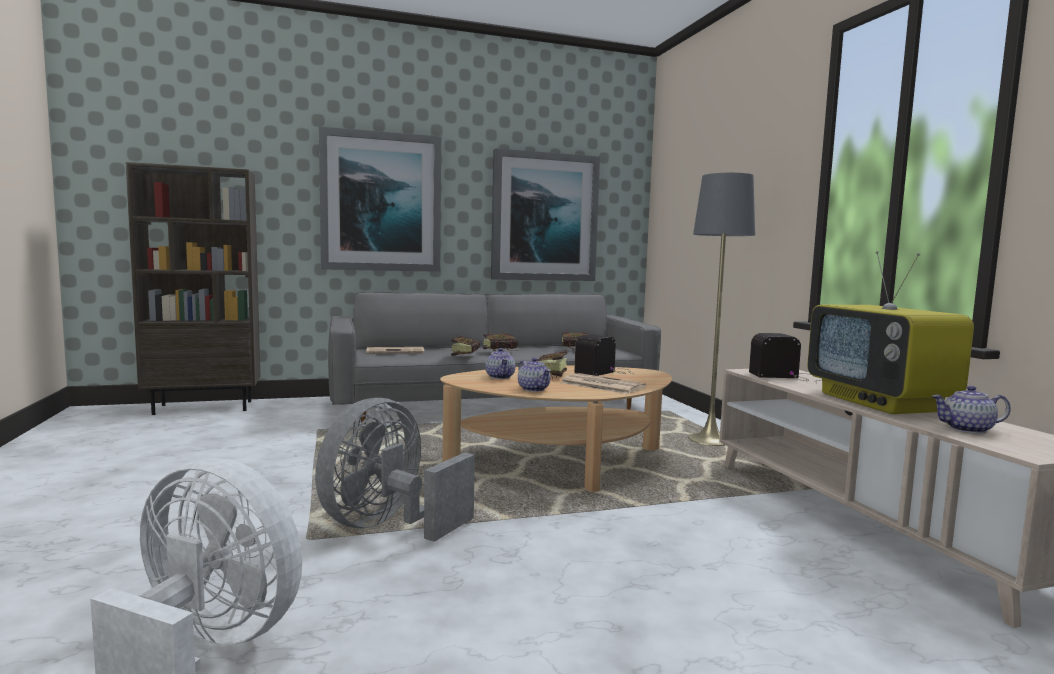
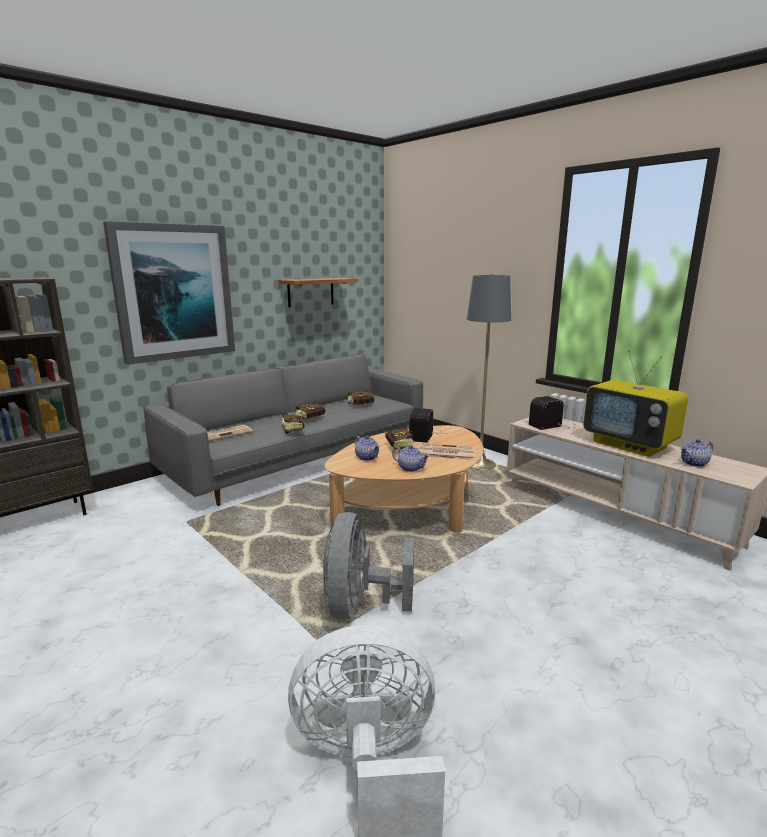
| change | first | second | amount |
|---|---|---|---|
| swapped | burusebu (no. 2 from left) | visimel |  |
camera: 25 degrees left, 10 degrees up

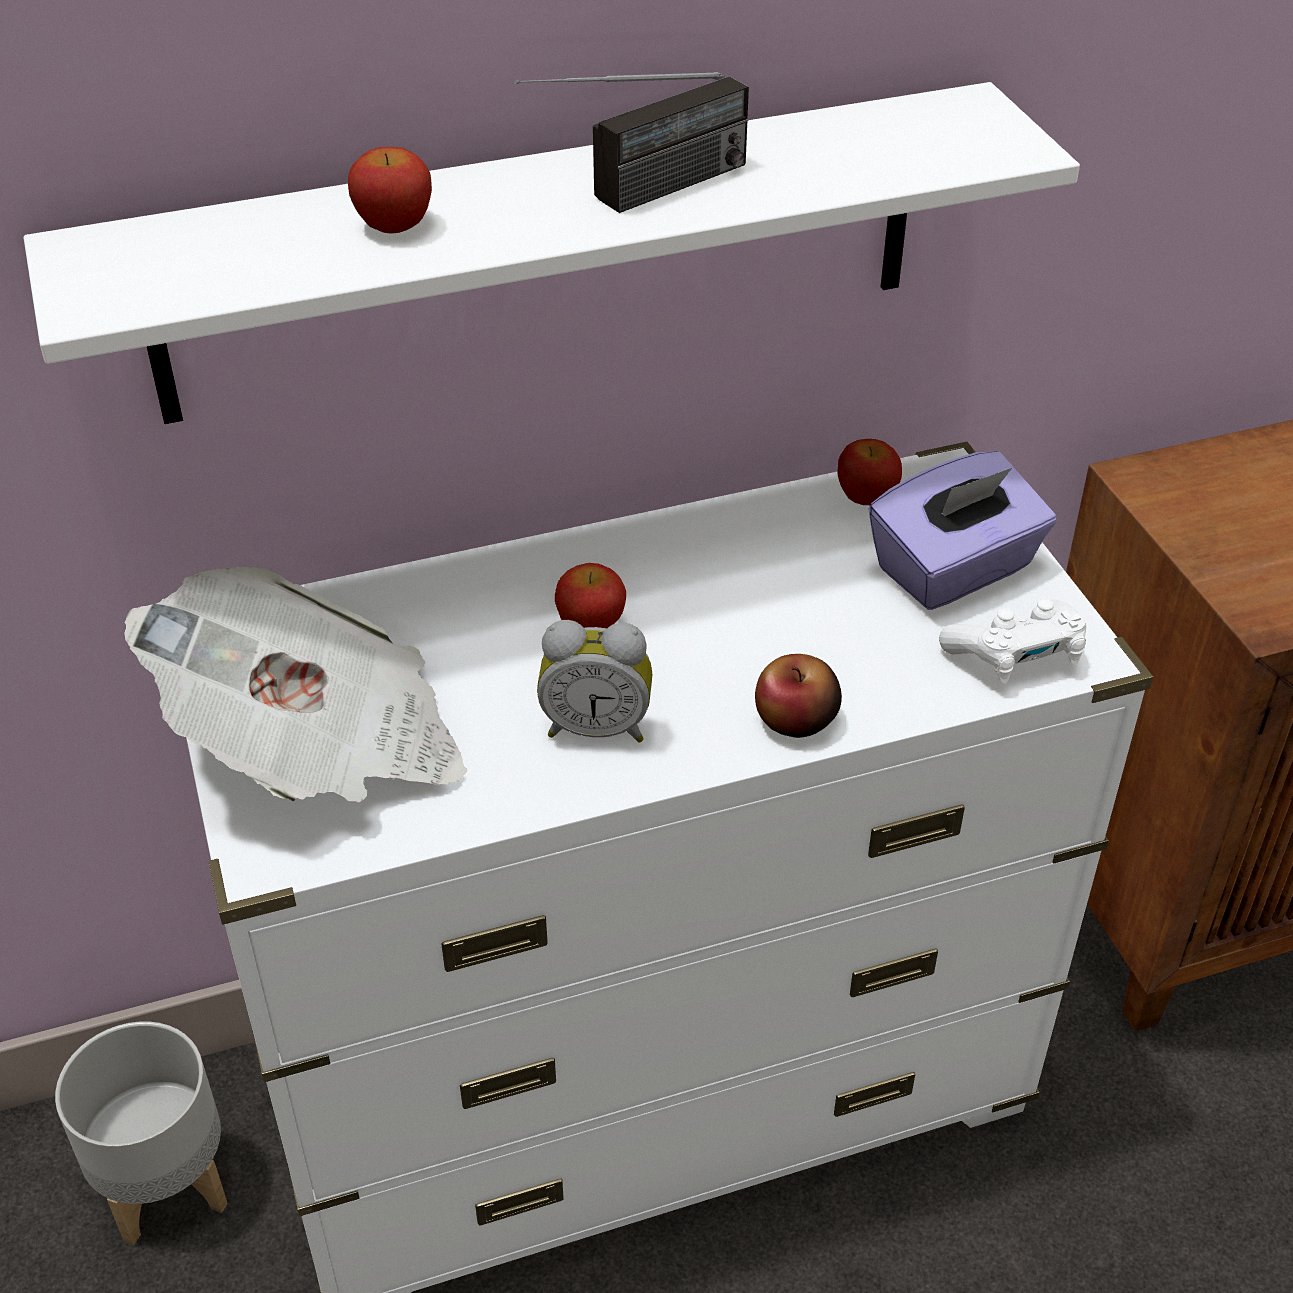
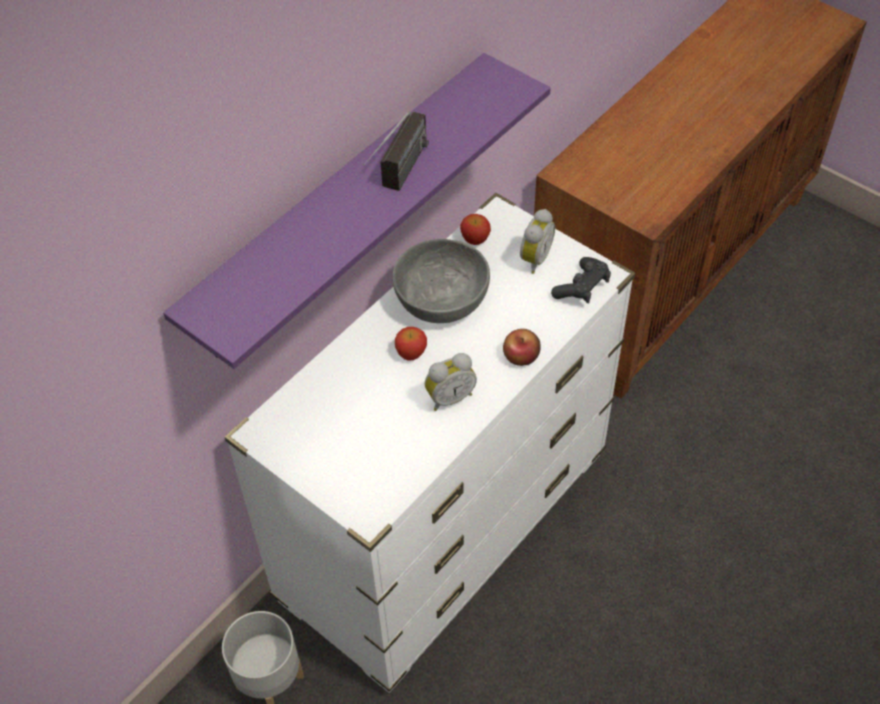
| change | first | second | amount |
|---|---|---|---|
| repainted | white visimel | purple visimel |  |
| gone | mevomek (no. 1 from left) |  |  |
| swapped | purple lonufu | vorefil (no. 2 from left) |  |
| gone | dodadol |  |  |
| repainted | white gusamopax | black gusamopax |  |
| new |  | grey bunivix |  |
camera: 30 degrees left, 10 degrees up

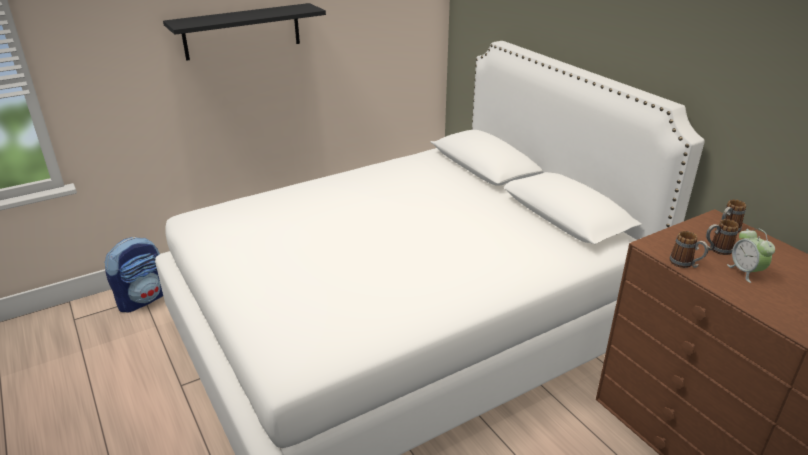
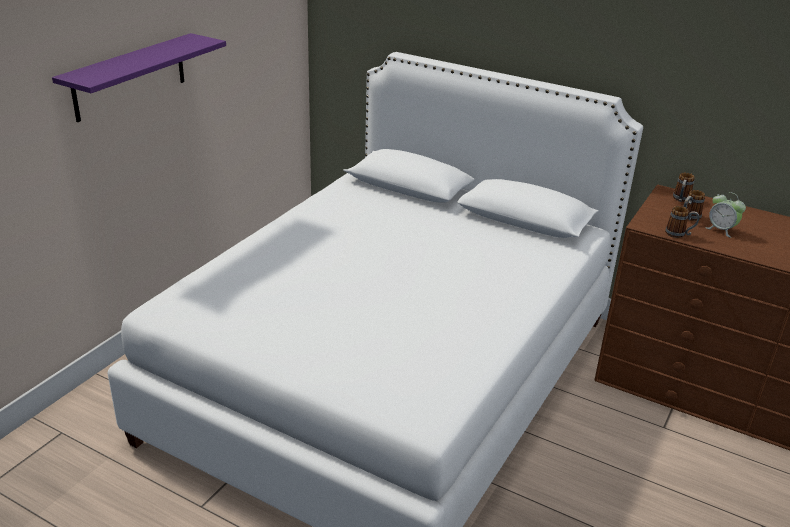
| change | first | second | amount |
|---|---|---|---|
| repainted | black visimel | purple visimel |  |
| gone | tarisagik |  |  |
camera: 30 degrees left, 0 degrees up

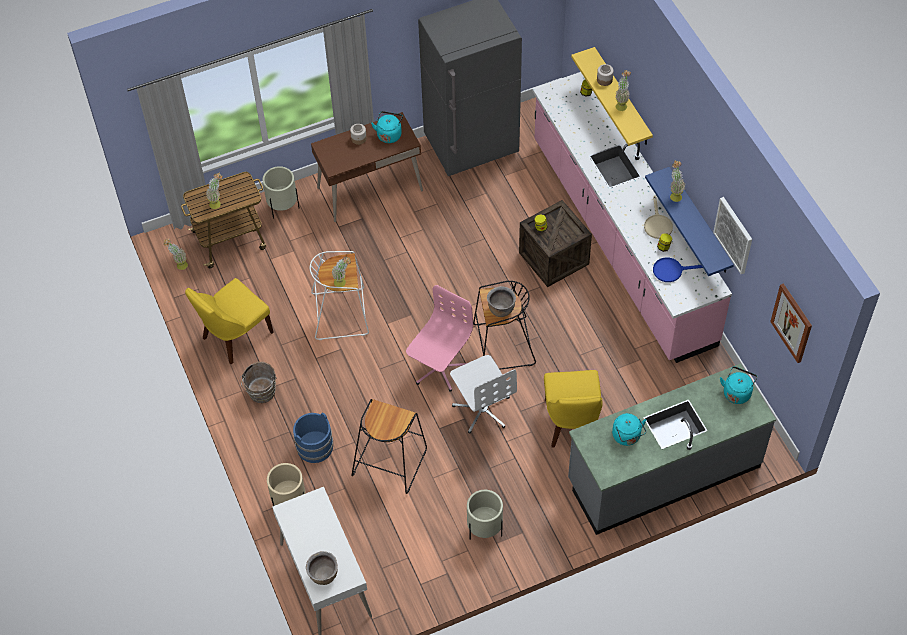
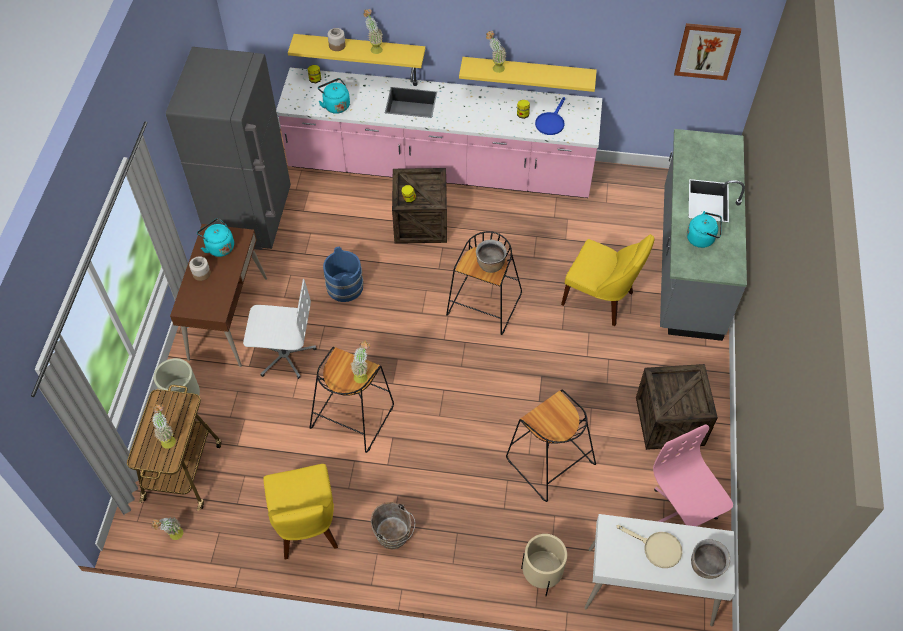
| change | first | second | amount |
|---|---|---|---|
| repainted | blue visimel | yellow visimel (no. 2 from left) |  |
| shifted | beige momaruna |  |  |
| gone | burusebu (no. 1 from left) |  |  |
| repainted | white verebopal | black verebopal (no. 1 from left) |  |
| shifted | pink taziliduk |  |  |
| shifted | white taziliduk |  |  |
| shifted | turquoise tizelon (no. 3 from left in the first image) | turquoise tizelon (no. 2 from left) |  |
| shifted | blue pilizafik |  |  |
| swapped | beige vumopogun (no. 3 from left) | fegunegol (no. 2 from left) |  |
camera: 60 degrees left, 0 degrees up

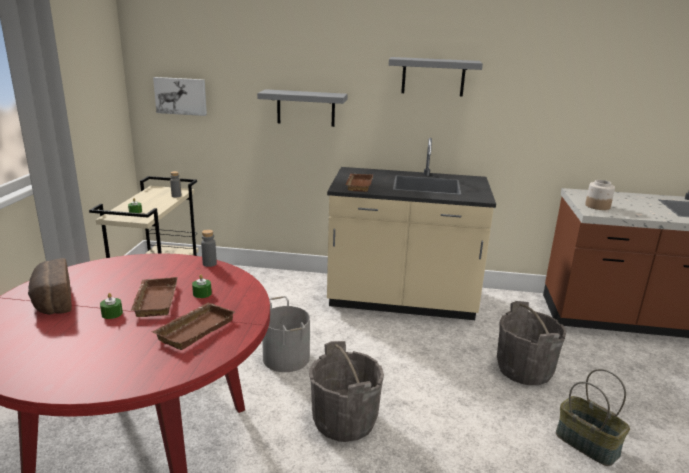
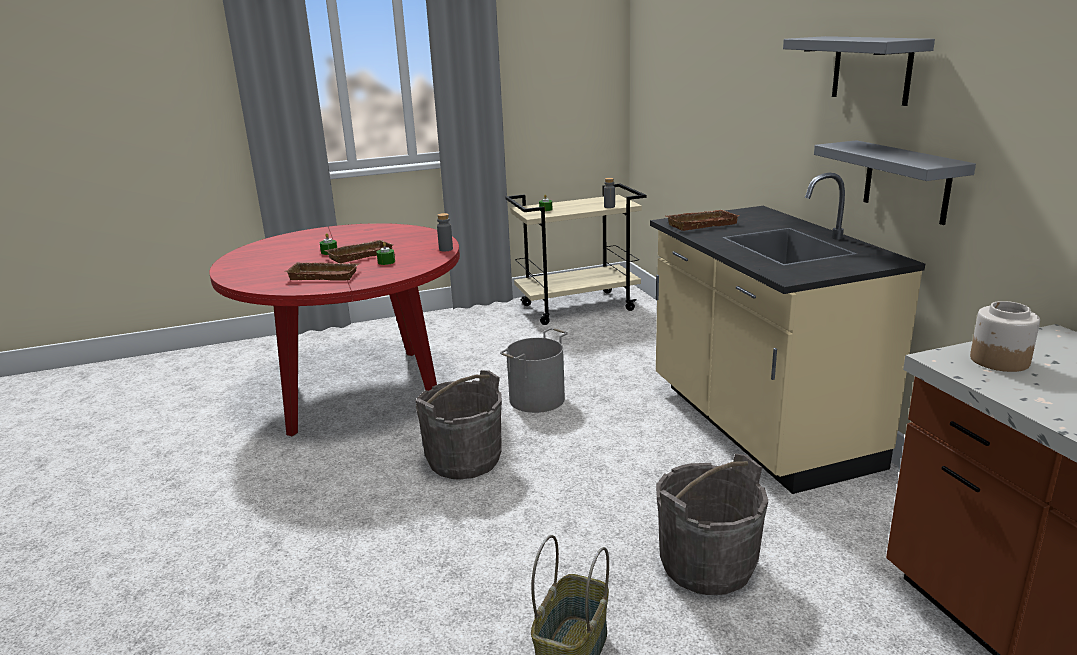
| change | first | second | amount |
|---|---|---|---|
| gone | burusebu |  |  |
| shifted | grey visimel (no. 1 from left in the first image) | grey visimel (no. 2 from left) |  |
| gone | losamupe |  |  |
camera: 65 degrees right, 0 degrees up

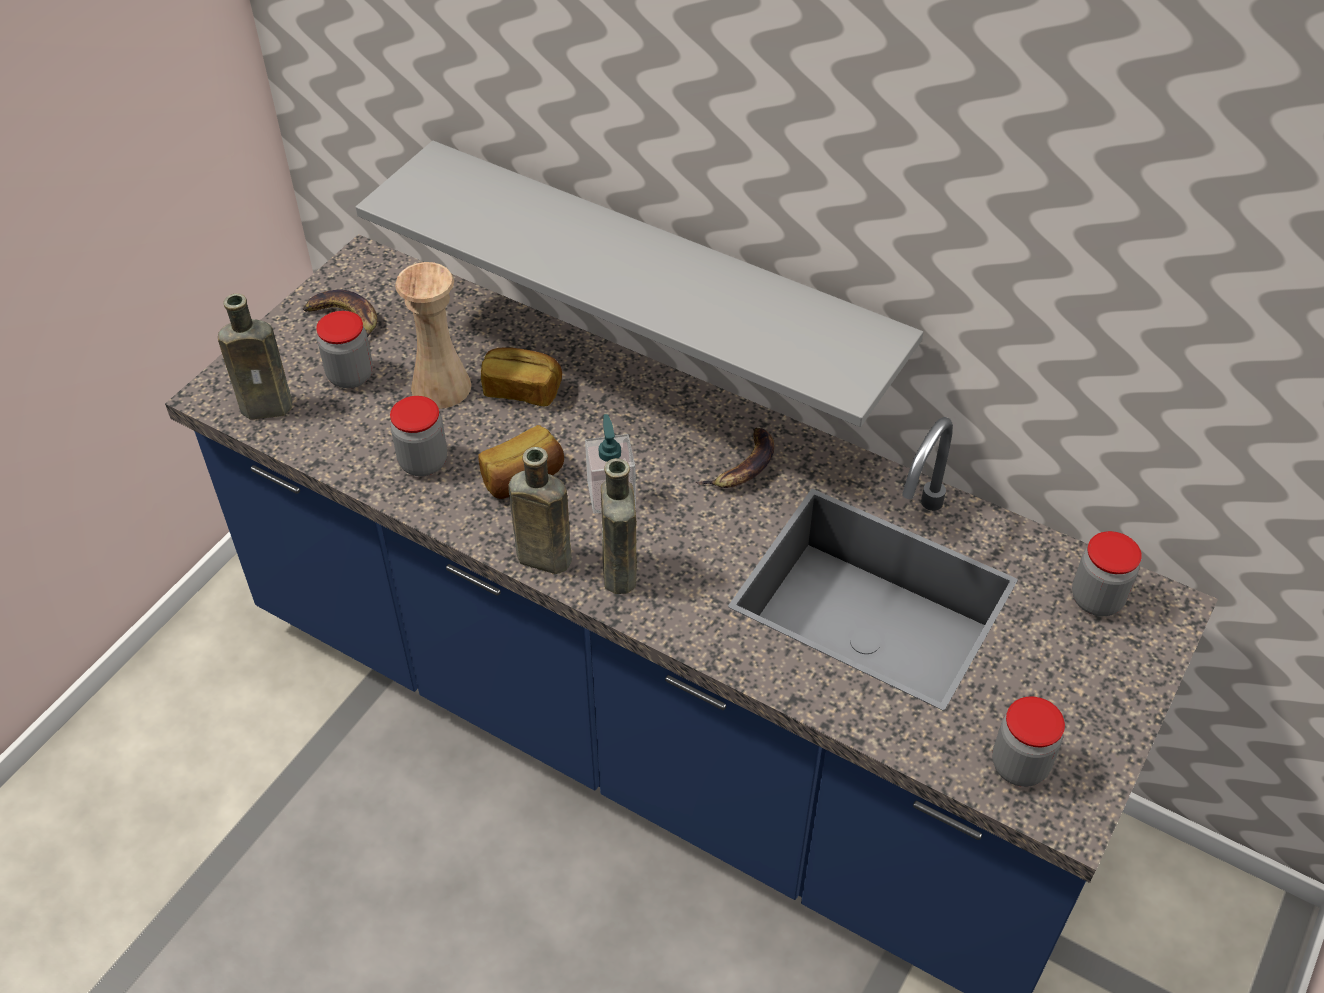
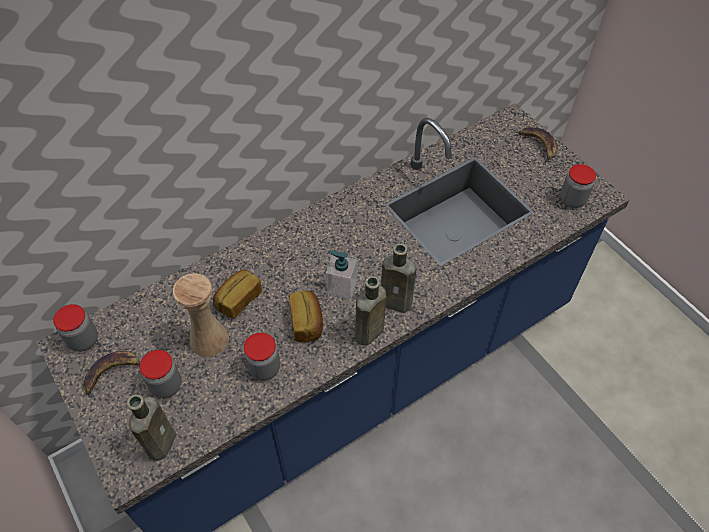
| change | first | second | amount |
|---|---|---|---|
| gone | grey visimel |  |  |
| shifted | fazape (no. 2 from left) |  |  |
| shifted | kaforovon (no. 4 from left in the first image) | kaforovon (no. 1 from left) |  |
camera: 65 degrees left, 5 degrees up

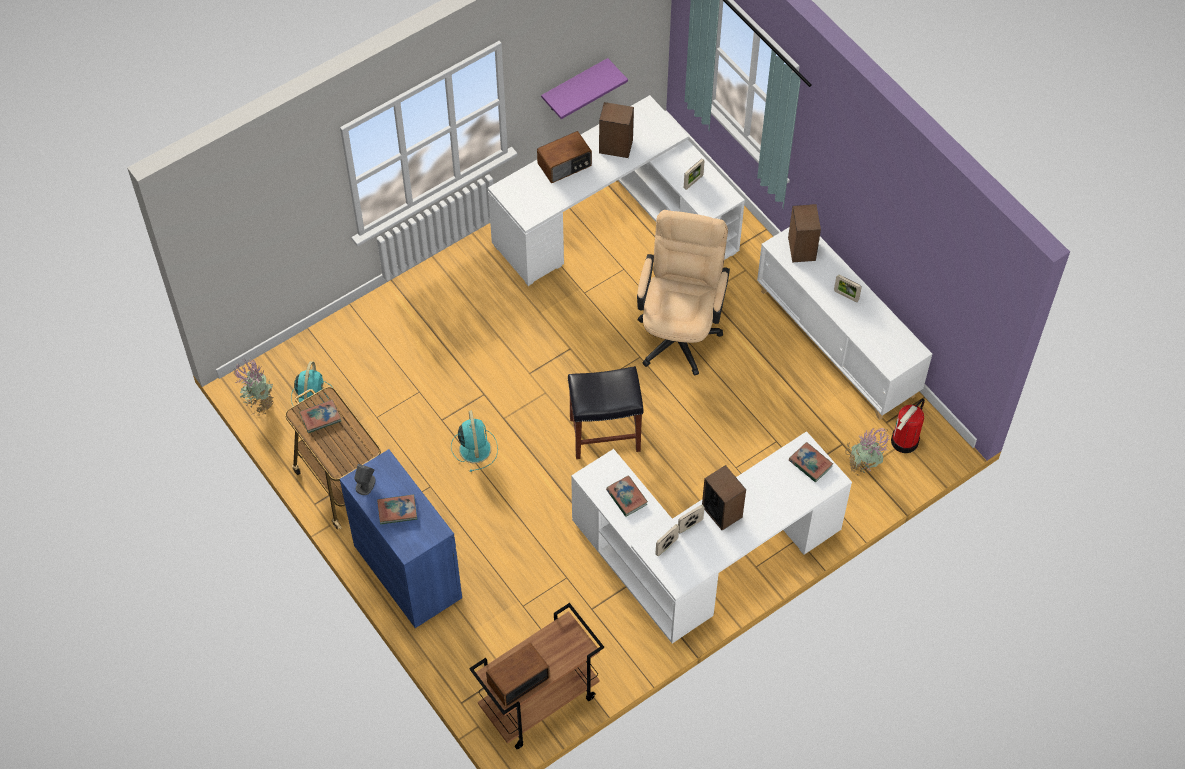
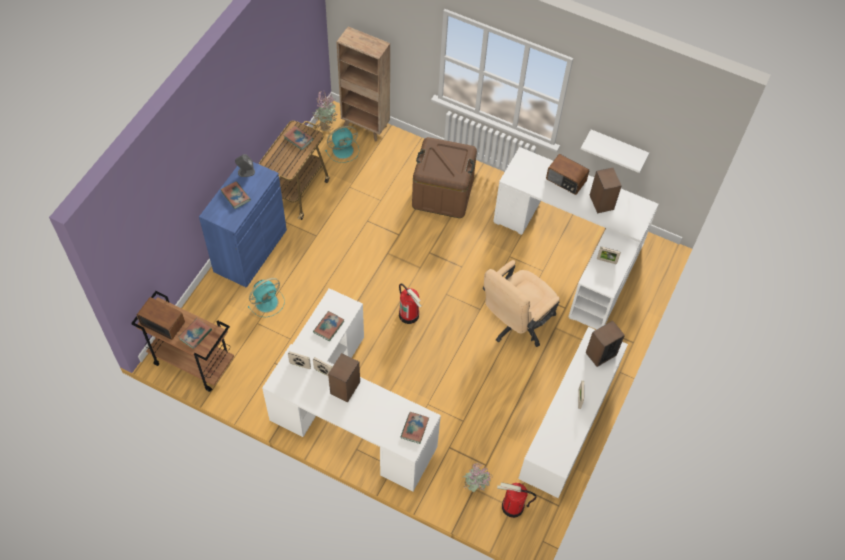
| change | first | second | amount |
|---|---|---|---|
| repainted | purple visimel | white visimel |  |
| rotated | beige taziliduk |  | 150 degrees clockwise |
| swapped | black verebopal | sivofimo (no. 1 from left) |  |
| shifted | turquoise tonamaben (no. 2 from left in the first image) | turquoise tonamaben (no. 1 from left) |  |
| new |  | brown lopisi |  |
| new |  | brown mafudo |  |
| new |  | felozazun (no. 1 from left) |  |
camera: 60 degrees right, 0 degrees up

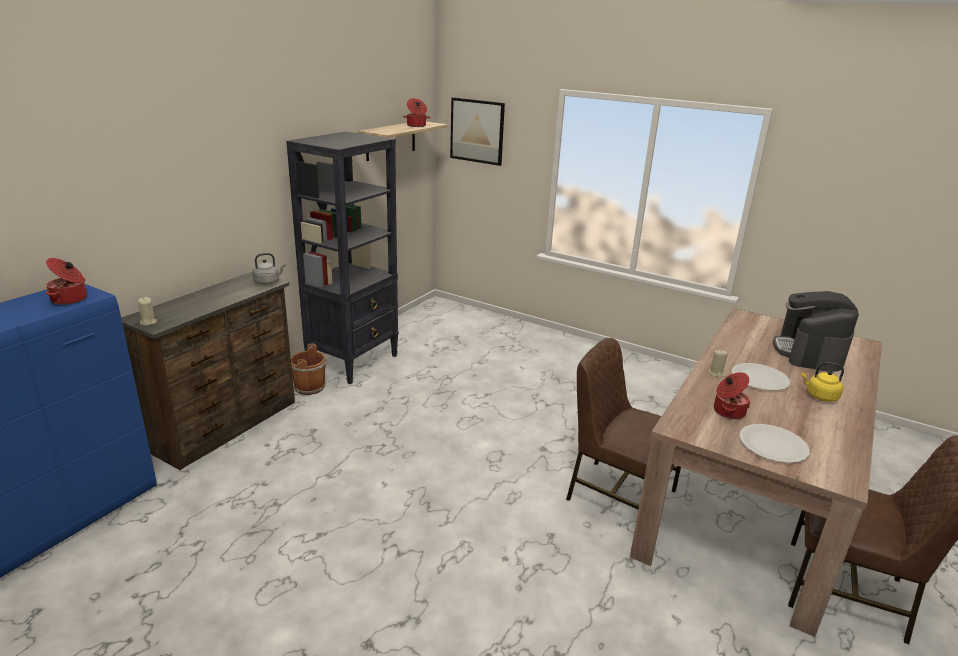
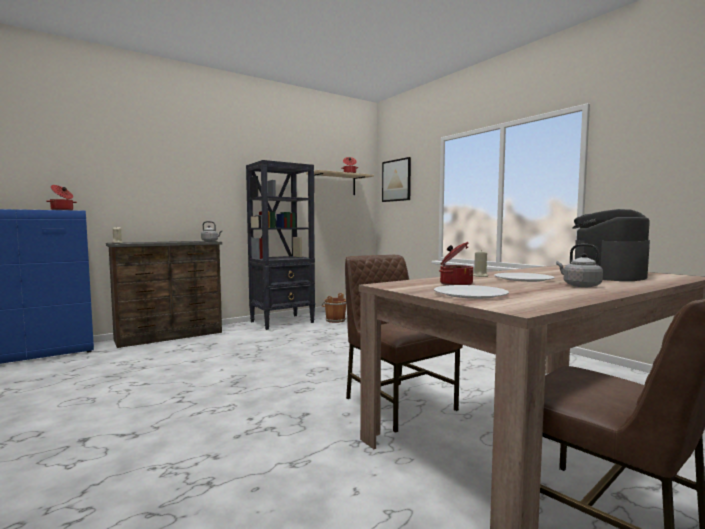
| change | first | second | amount |
|---|---|---|---|
| shifted | brown pilizafik |  |  |
| repainted | yellow tizelon | grey tizelon (no. 2 from left) |  |
camera: 25 degrees right, 20 degrees down

